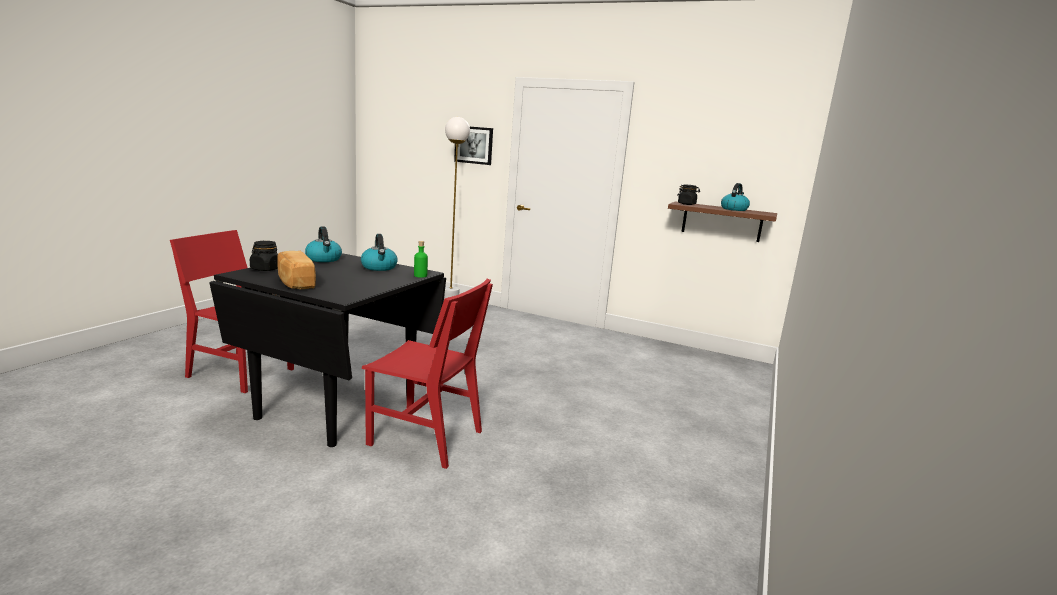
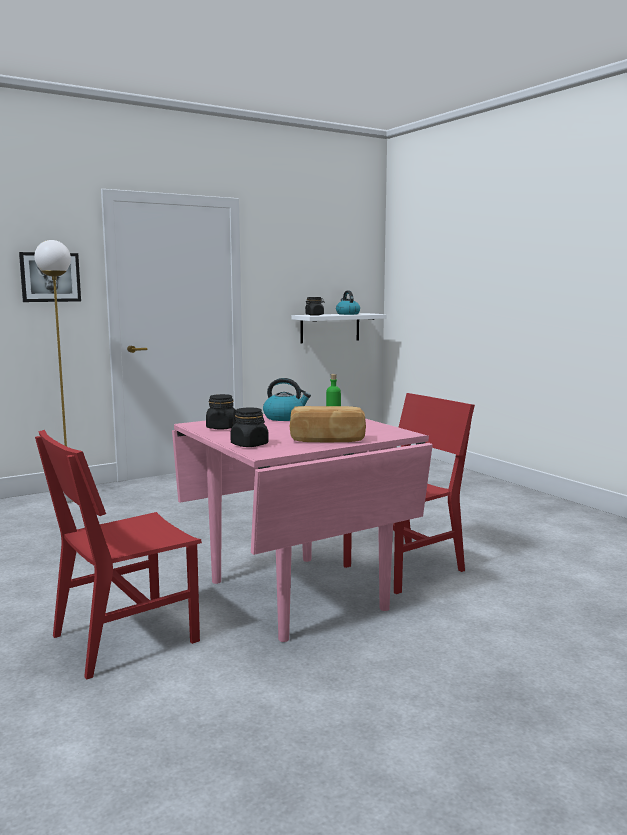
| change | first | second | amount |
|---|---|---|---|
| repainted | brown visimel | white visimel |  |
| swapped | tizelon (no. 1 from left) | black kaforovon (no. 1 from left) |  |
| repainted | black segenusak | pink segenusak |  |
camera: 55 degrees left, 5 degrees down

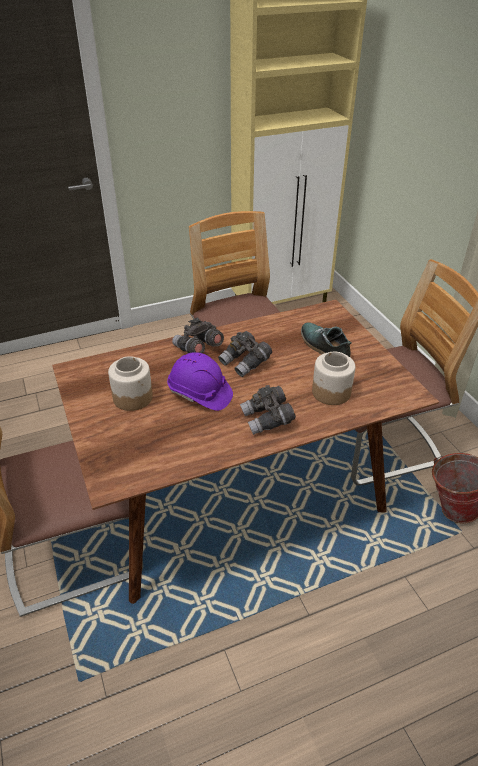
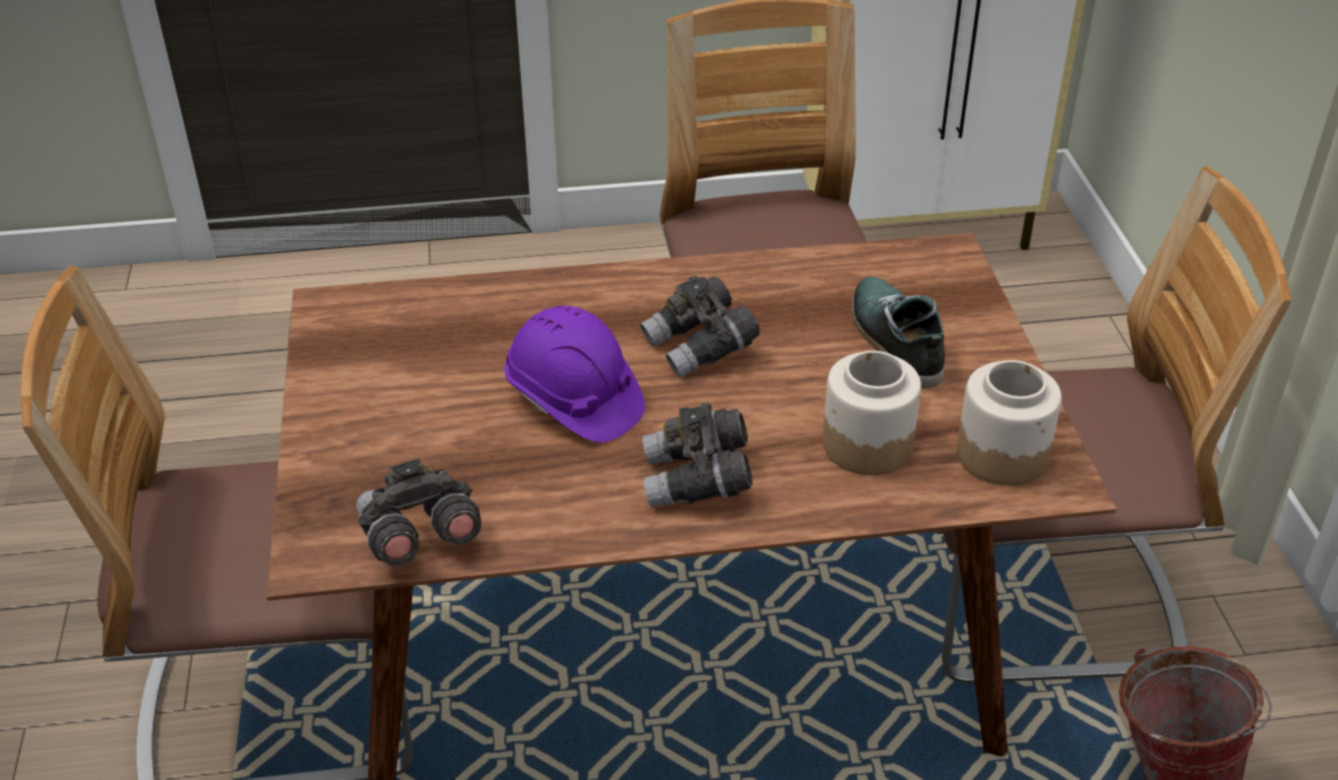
| change | first | second | amount |
|---|---|---|---|
| shifted | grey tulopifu (no. 1 from left) |  |  |
| shifted | kaforovon (no. 1 from left in the first image) | kaforovon (no. 2 from left) |  |
camera: 15 degrees right, 0 degrees up

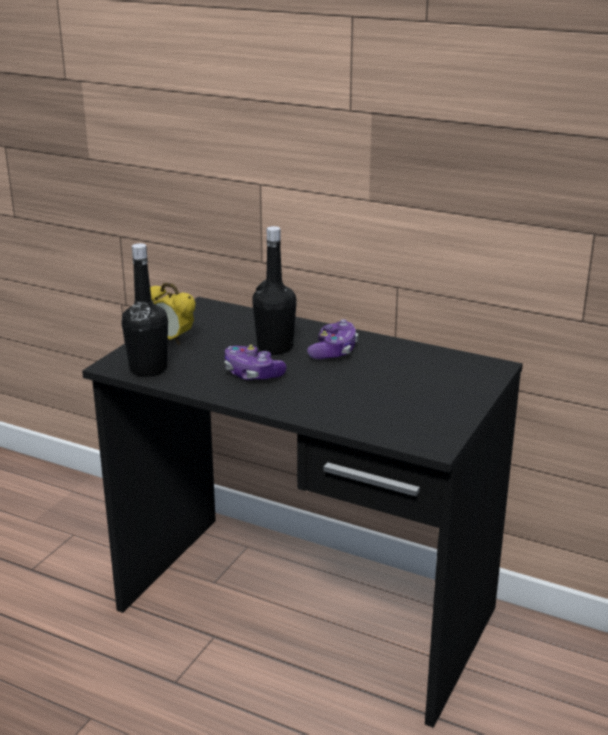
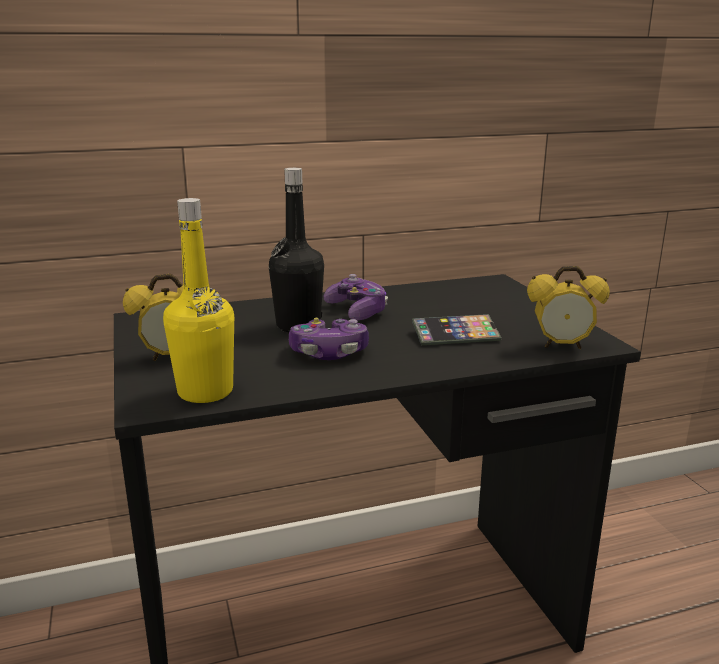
| change | first | second | amount |
|---|---|---|---|
| repainted | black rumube (no. 1 from left) | yellow rumube |  |
| new |  | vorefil (no. 2 from left) |  |
| new |  | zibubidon |  |
camera: 45 degrees left, 5 degrees down

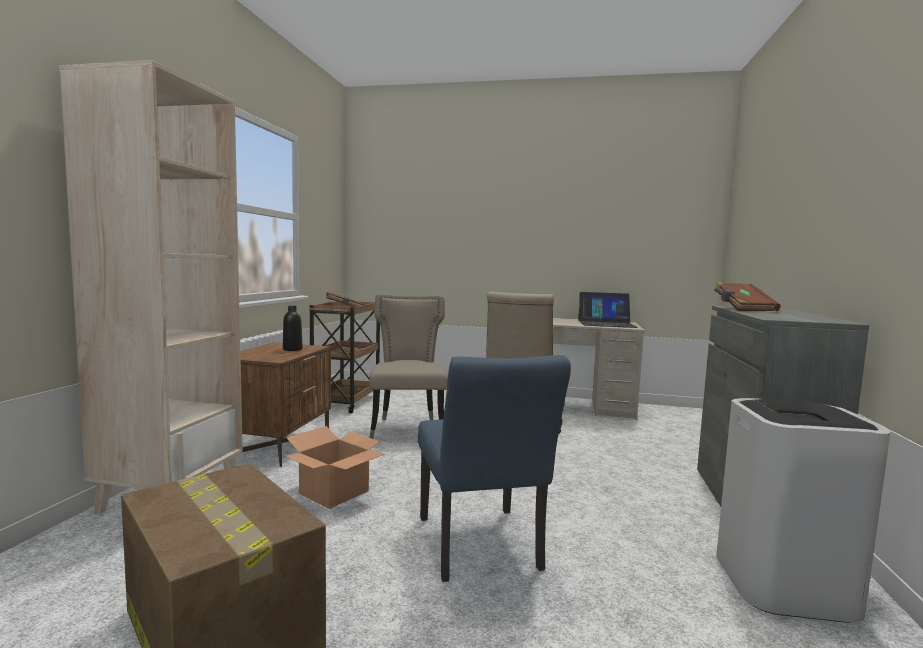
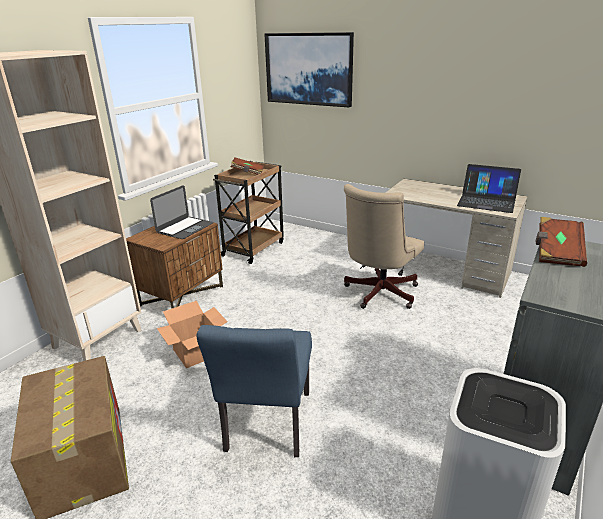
| change | first | second | amount |
|---|---|---|---|
| gone | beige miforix |  |  |
| swapped | black rumube | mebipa (no. 1 from left) |  |
| new |  | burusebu |  |
camera: 20 degrees right, 20 degrees up

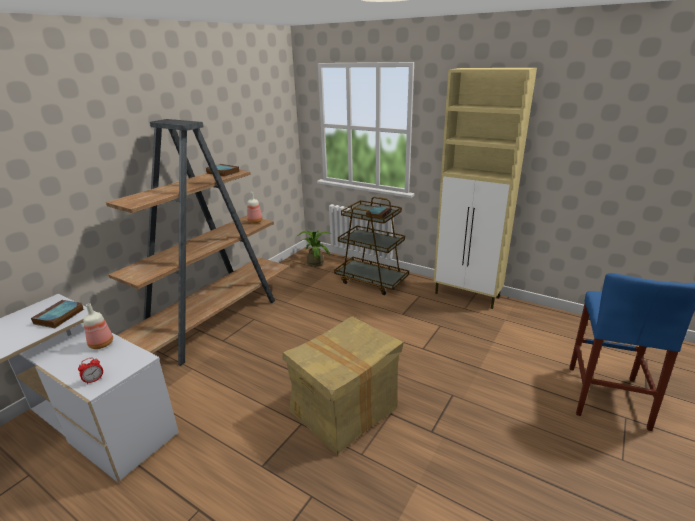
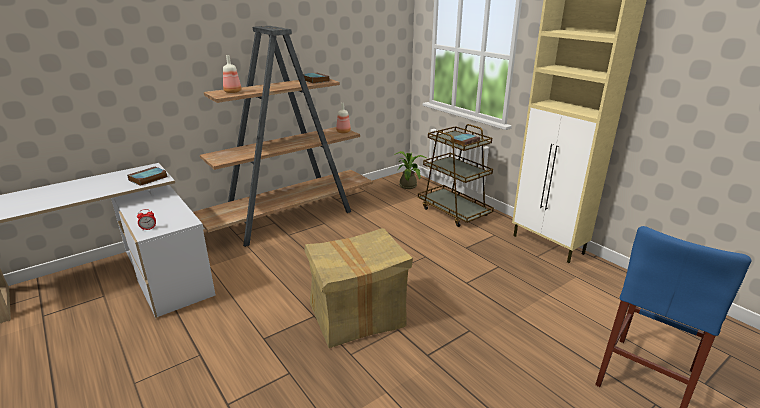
| change | first | second | amount |
|---|---|---|---|
| shifted | rumube (no. 1 from left) |  |  |
camera: 20 degrees right, 0 degrees up

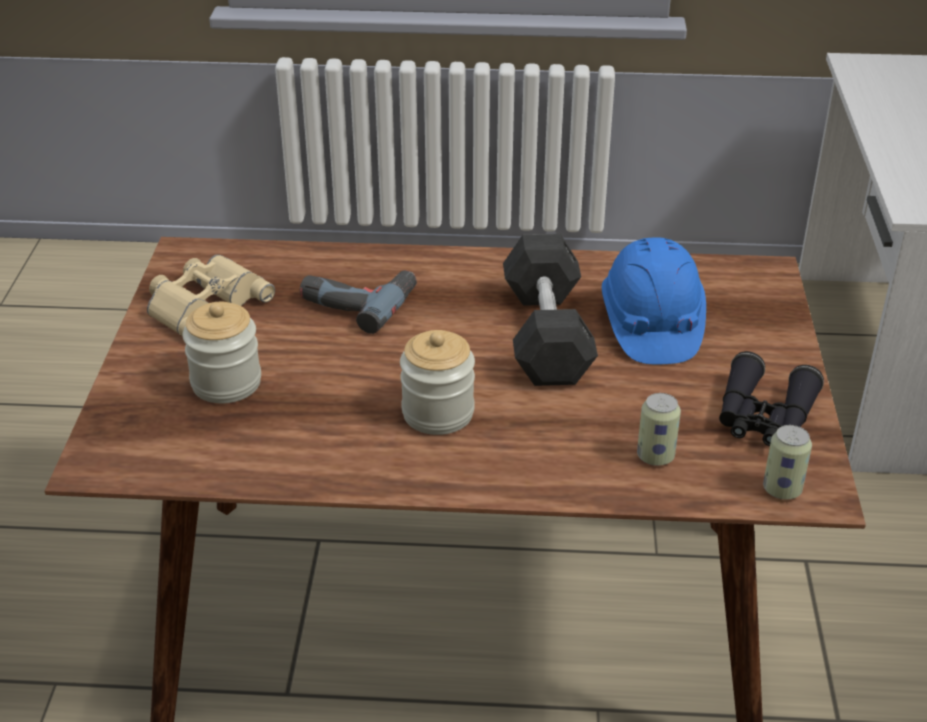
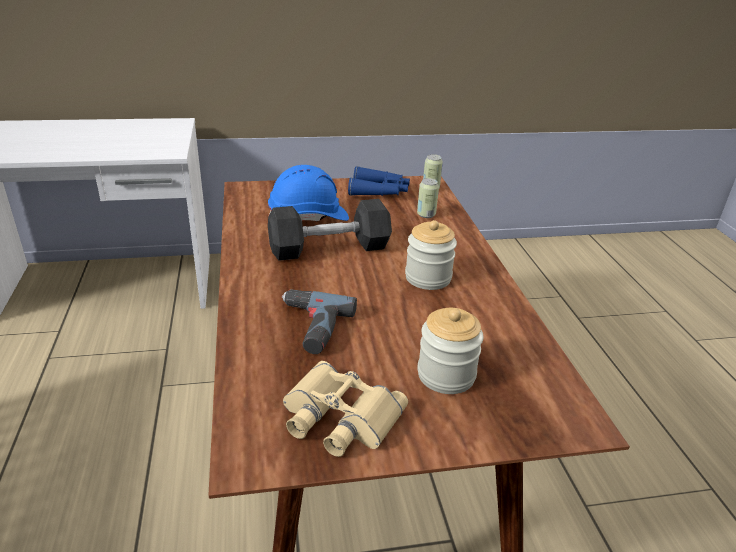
| change | first | second | amount |
|---|---|---|---|
| repainted | black tulopifu | blue tulopifu |  |
camera: 105 degrees left, 5 degrees down

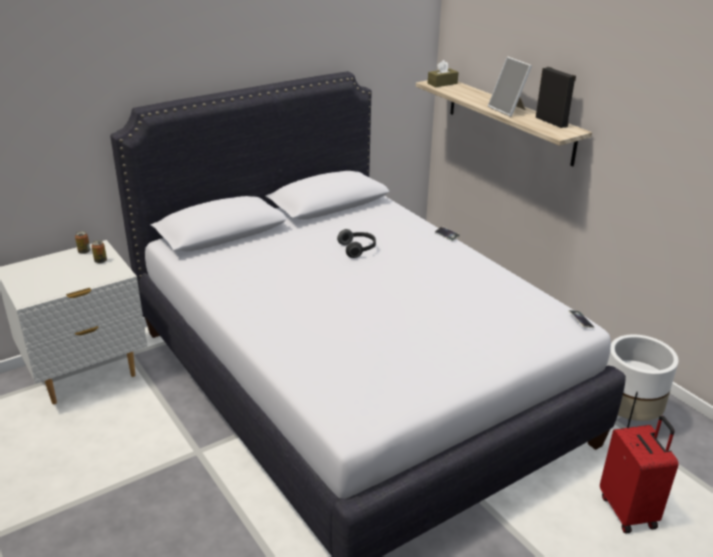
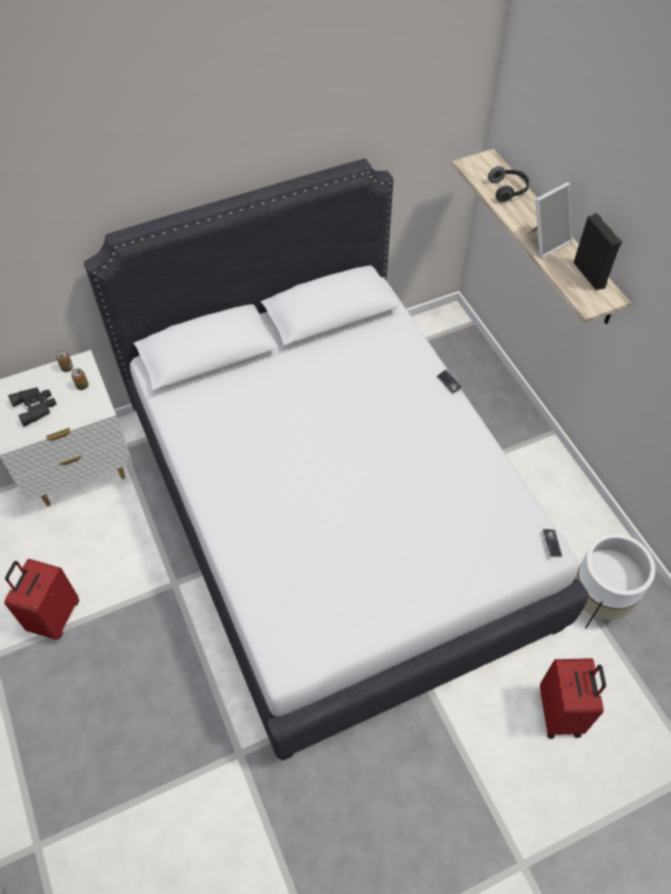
| change | first | second | amount |
|---|---|---|---|
| rotated | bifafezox |  | 105 degrees counterclockwise |
| gone | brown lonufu |  |  |
| shifted | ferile |  |  |
| new |  | black tulopifu |  |
| new |  | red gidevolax (no. 1 from left) |  |
camera: 10 degrees right, 25 degrees up

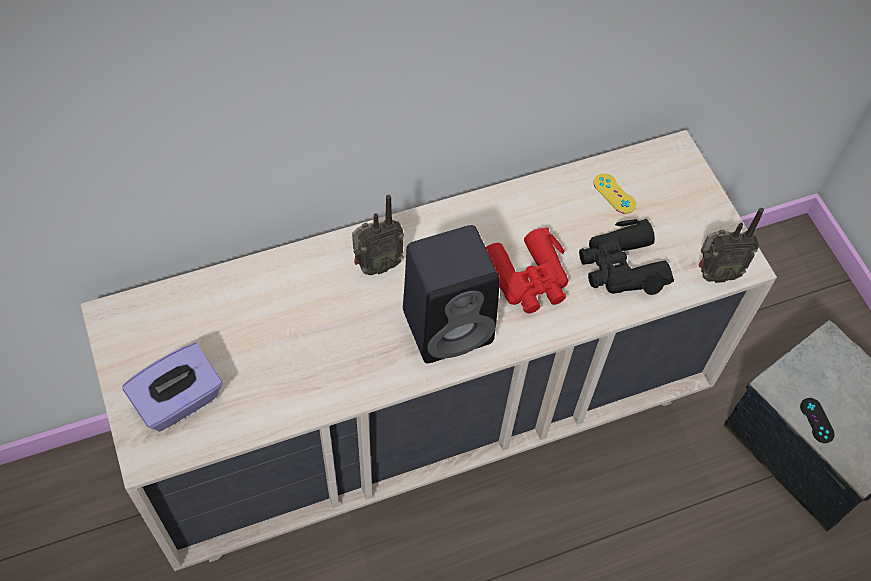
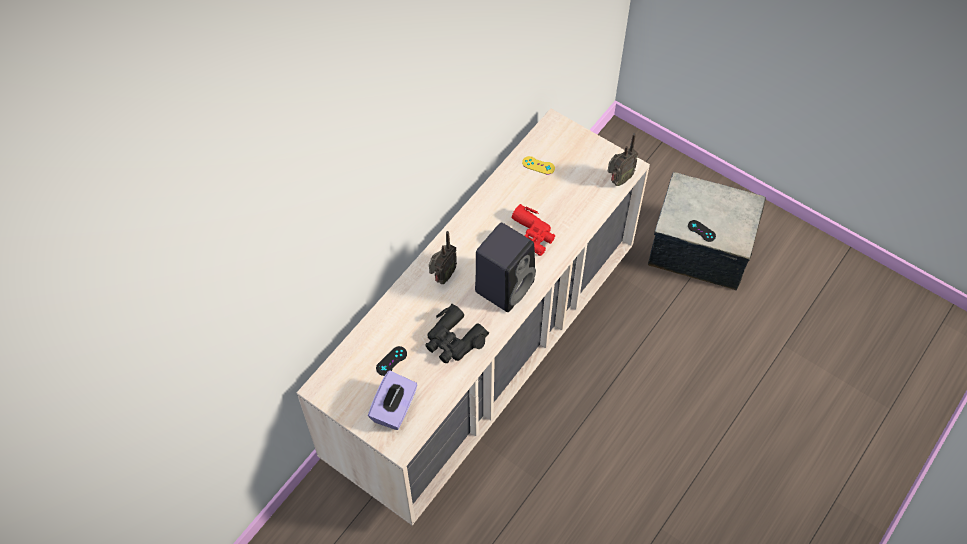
| change | first | second | amount |
|---|---|---|---|
| shifted | black tulopifu |  |  |
| new |  | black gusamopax (no. 1 from left) |  |
camera: 30 degrees left, 0 degrees up

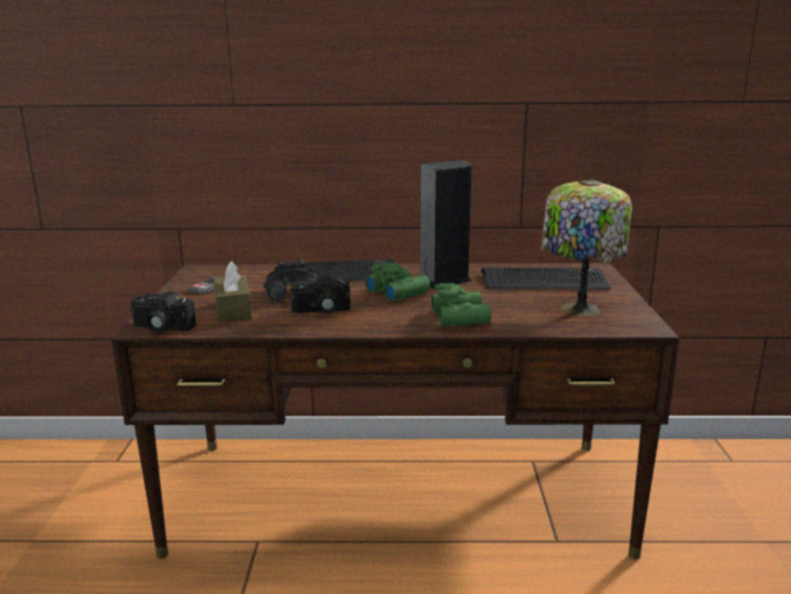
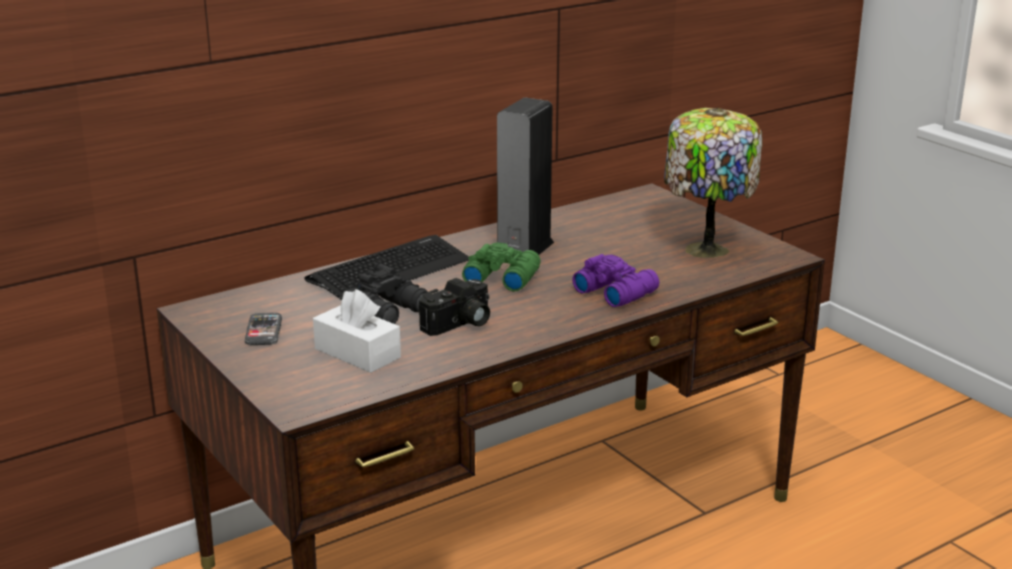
| change | first | second | amount |
|---|---|---|---|
| repainted | brown lonufu | white lonufu |  |
| gone | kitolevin (no. 2 from left) |  |  |
| repainted | green tulopifu (no. 2 from left) | purple tulopifu |  |
| gone | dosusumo (no. 1 from left) |  |  |
camera: 35 degrees left, 5 degrees up

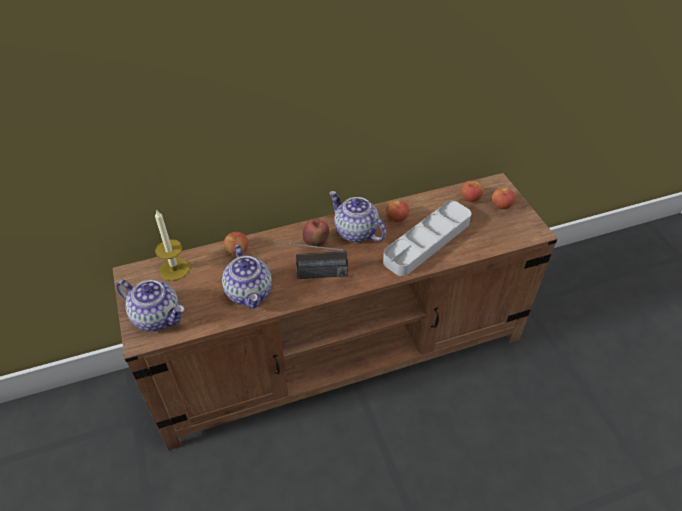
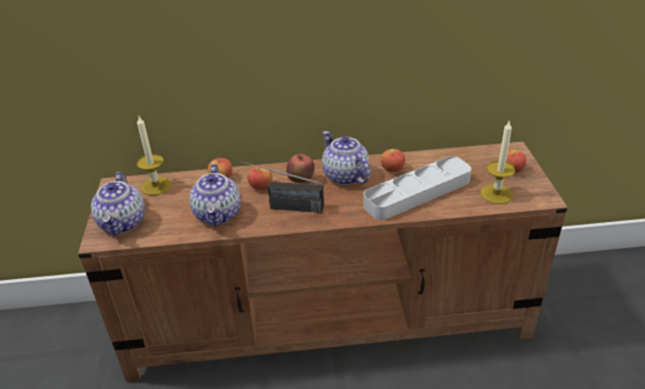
| change | first | second | amount |
|---|---|---|---|
| shifted | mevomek (no. 4 from left in the first image) | mevomek (no. 2 from left) |  |
| rotated | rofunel (no. 1 from left) |  | 45 degrees clockwise |
| new |  | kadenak (no. 2 from left) |  |
camera: 15 degrees right, 10 degrees down

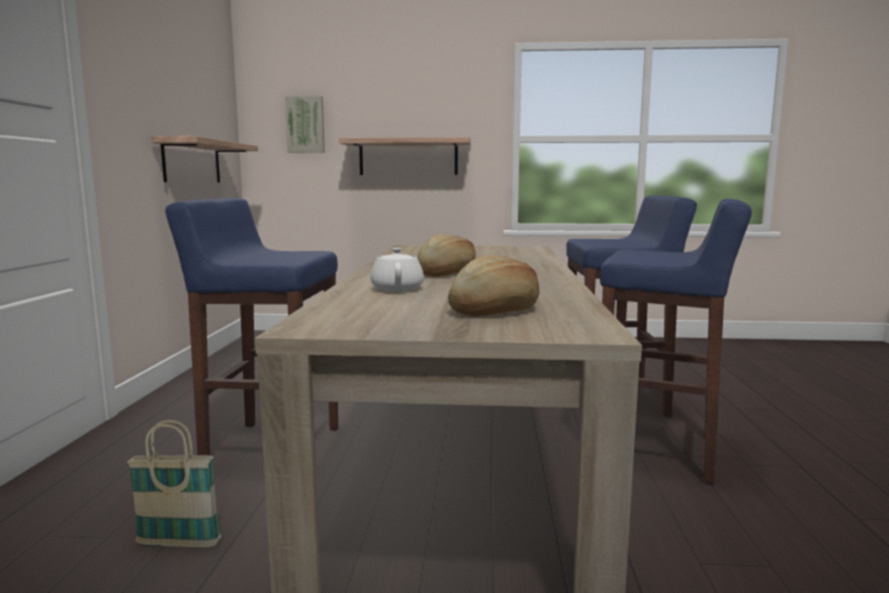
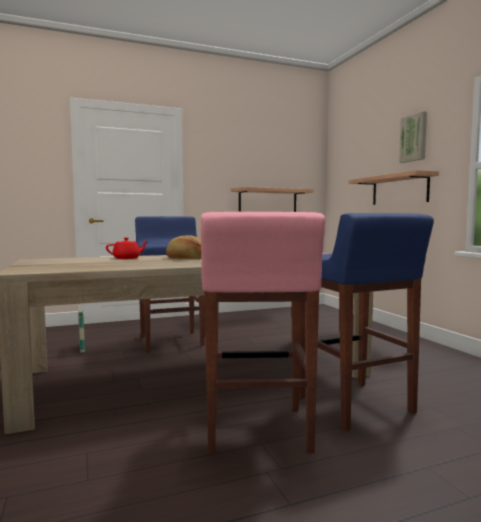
| change | first | second | amount |
|---|---|---|---|
| shifted | burusebu |  |  |
| repainted | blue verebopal (no. 3 from left) | pink verebopal |  |
| repainted | white rofunel | red rofunel |  |
| gone | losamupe (no. 2 from left) |  |  |
camera: 65 degrees right, 5 degrees down

